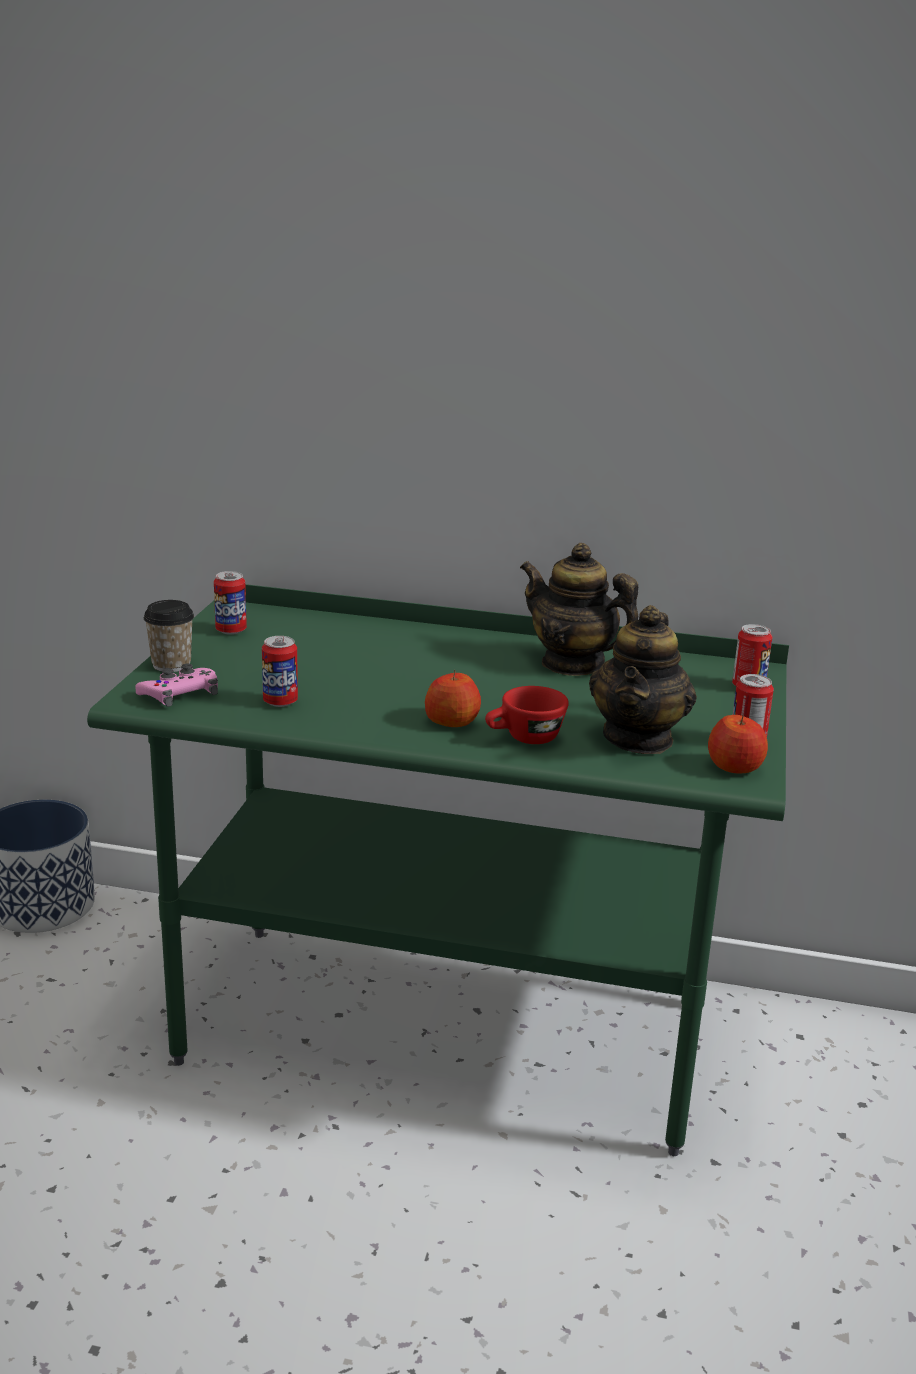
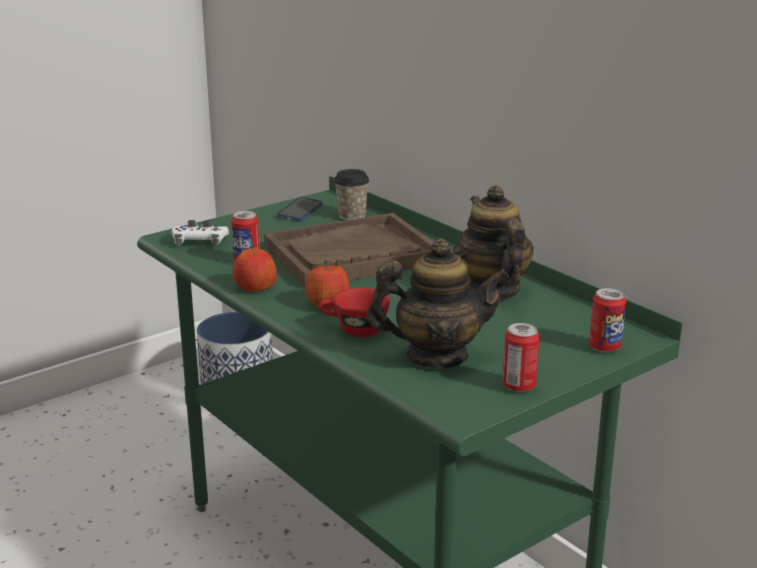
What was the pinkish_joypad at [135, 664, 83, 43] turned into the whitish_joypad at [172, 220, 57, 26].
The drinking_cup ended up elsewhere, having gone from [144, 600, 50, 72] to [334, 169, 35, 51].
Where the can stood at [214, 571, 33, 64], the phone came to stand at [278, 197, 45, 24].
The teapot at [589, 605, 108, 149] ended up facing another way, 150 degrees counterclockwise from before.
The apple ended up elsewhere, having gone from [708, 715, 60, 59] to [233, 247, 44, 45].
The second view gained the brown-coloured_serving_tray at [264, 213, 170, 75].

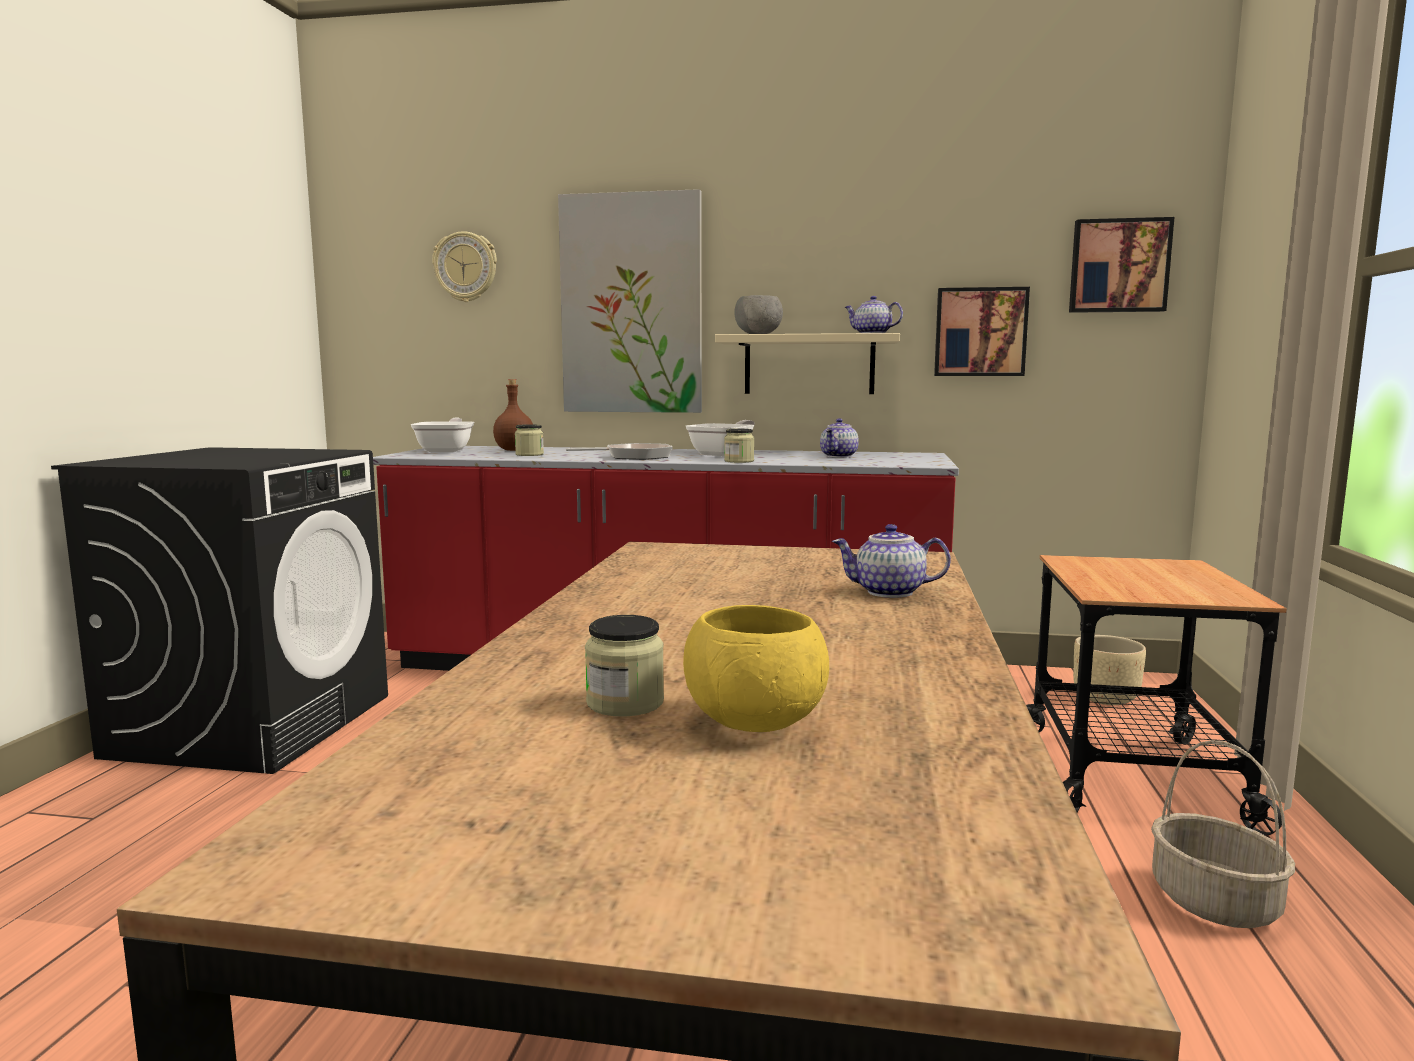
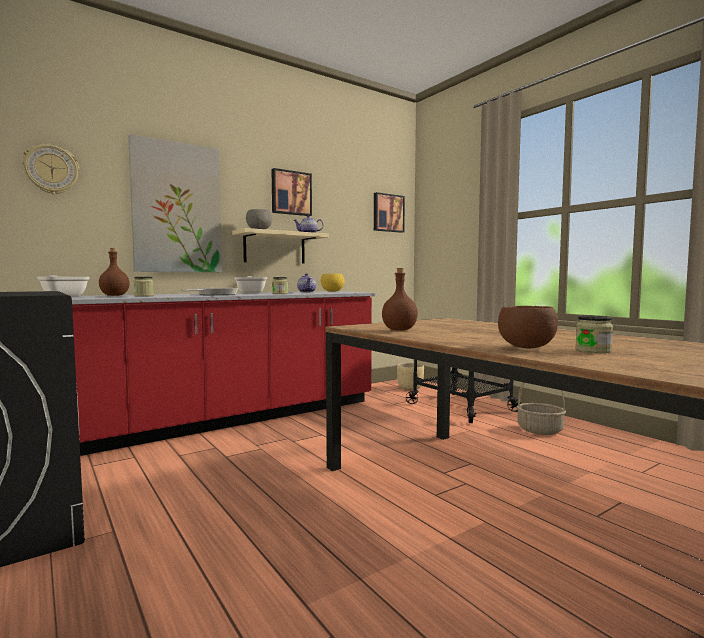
The yellowish_bowl ended up elsewhere, having gone from [683, 605, 146, 127] to [321, 274, 23, 18].
The second view lost the teapot at [832, 524, 119, 74].
The picture ended up elsewhere, having gone from [934, 287, 96, 89] to [272, 168, 40, 48].
The second view gained the brown-coloured_beverage_bottle at [382, 268, 36, 62].
The second view gained the brown-coloured_bowl at [498, 306, 60, 42].

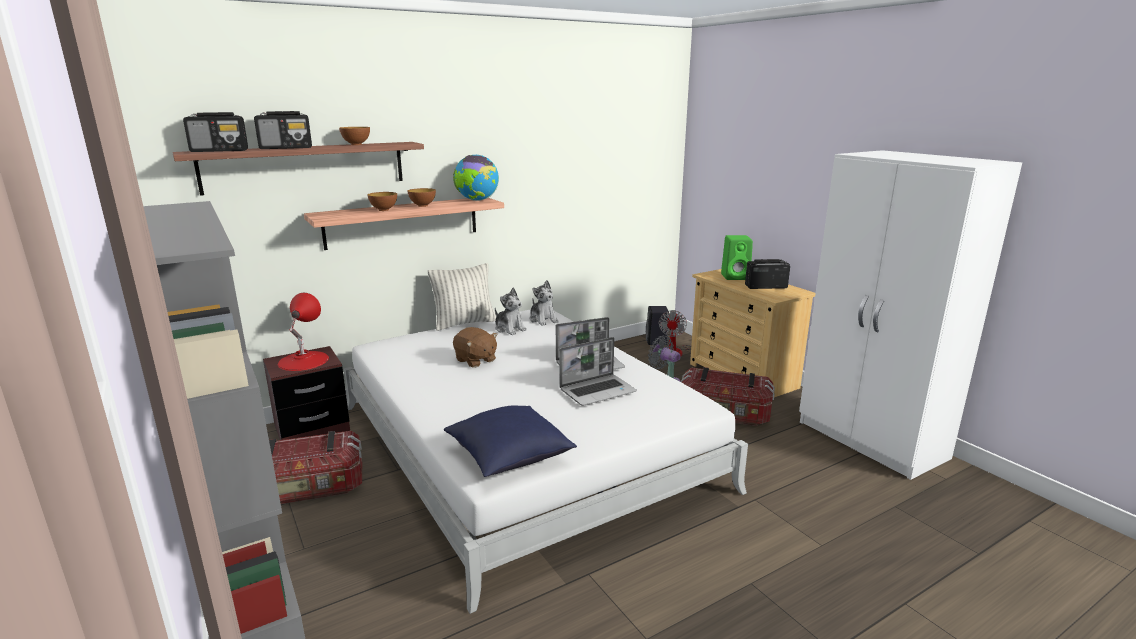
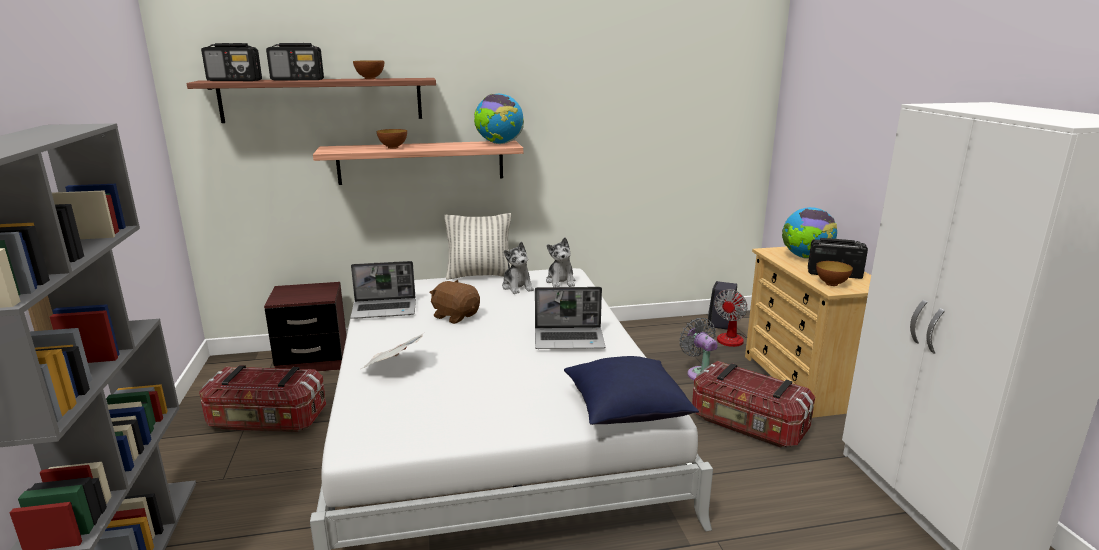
The second view lost the reddish_tabletop_lamp at [278, 293, 51, 78].
The bowl ended up elsewhere, having gone from [407, 188, 29, 19] to [816, 261, 37, 25].
The bluish_cushion ended up elsewhere, having gone from [444, 405, 133, 72] to [564, 356, 135, 69].
The brown-coloured_soft_toy at [453, 327, 45, 41] ended up facing another way, 150 degrees clockwise from before.
The notebook_computer ended up elsewhere, having gone from [559, 337, 78, 69] to [350, 261, 66, 58].
Where the greenish_loudspeaker stood at [721, 235, 32, 45], the globe came to stand at [782, 207, 55, 52].
The second view gained the daily_paper at [361, 333, 63, 36].

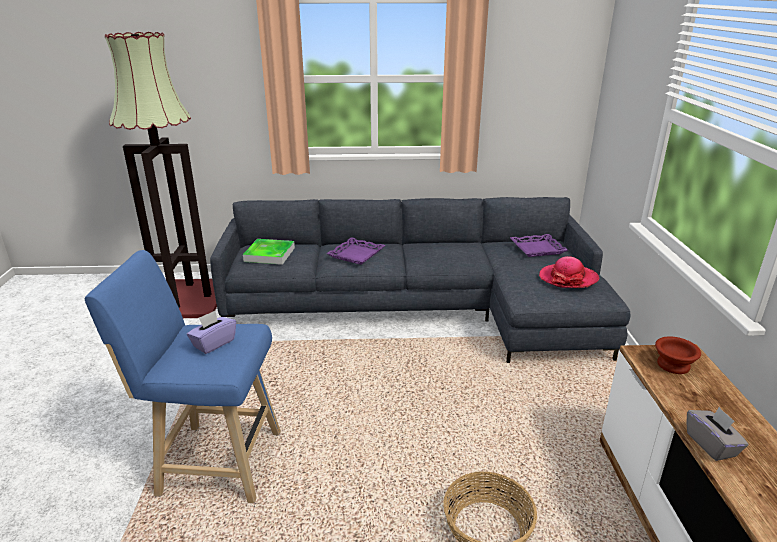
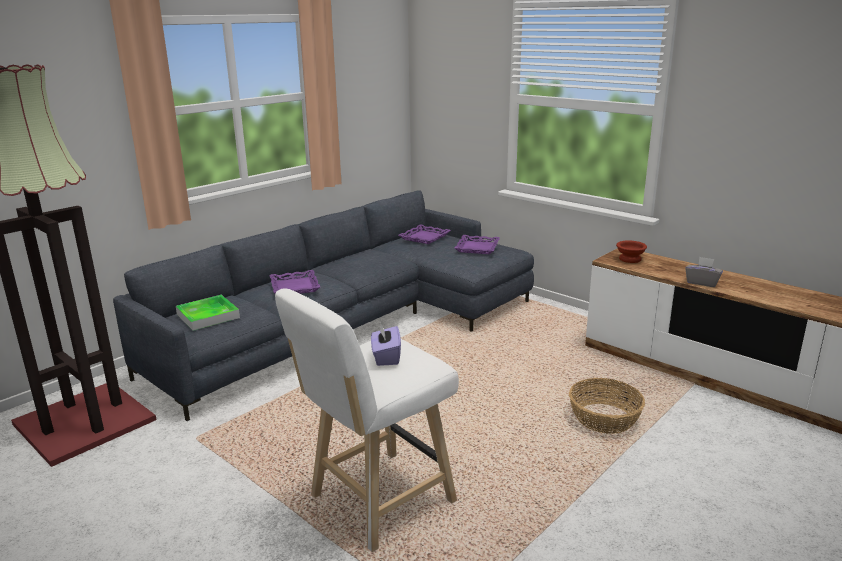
What was the bluish_stool_seat at [85, 250, 196, 253] turned into the whitish_stool_seat at [275, 289, 184, 263].
Where the clothing_hat stood at [539, 256, 60, 32], the purplish_serving_tray came to stand at [454, 235, 46, 19].

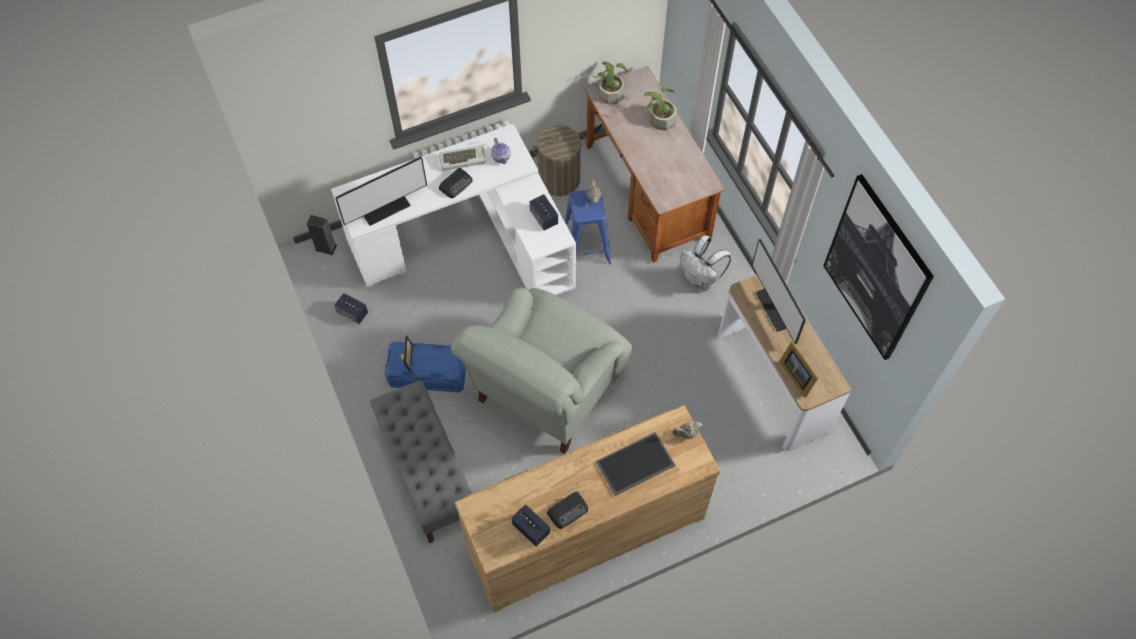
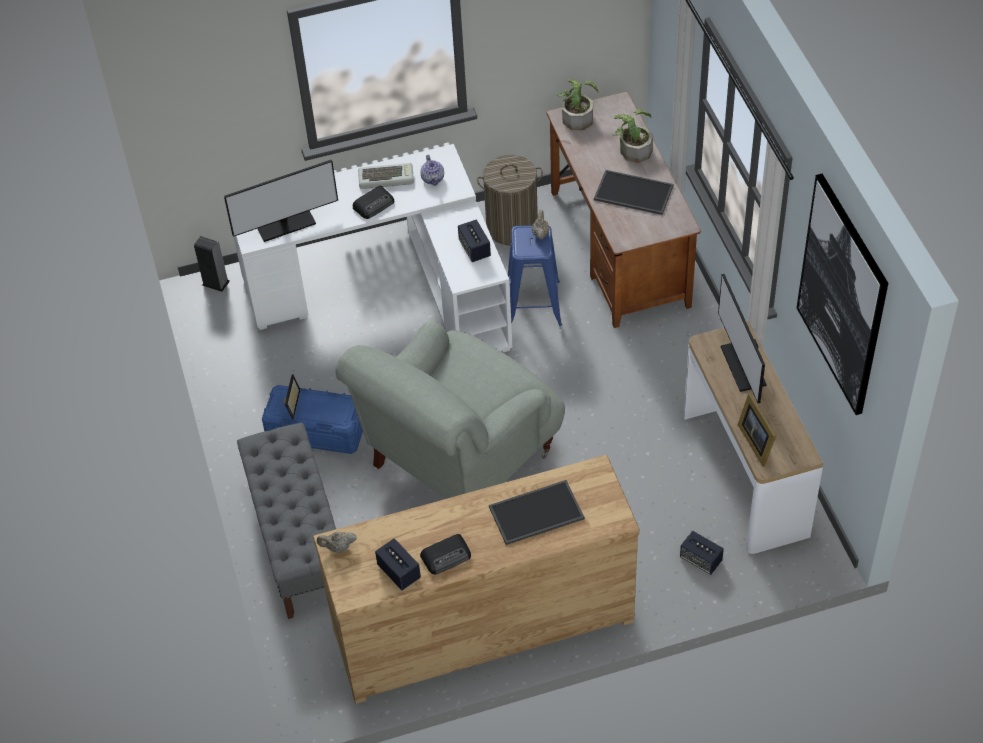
The loudspeaker ended up elsewhere, having gone from [335, 293, 33, 31] to [680, 531, 44, 44].
The beige-coloured_teapot ended up elsewhere, having gone from [672, 422, 31, 17] to [317, 532, 40, 21].
The second view lost the whitish_knapsack at [680, 235, 51, 57].
The second view gained the serving_tray at [594, 170, 80, 45].

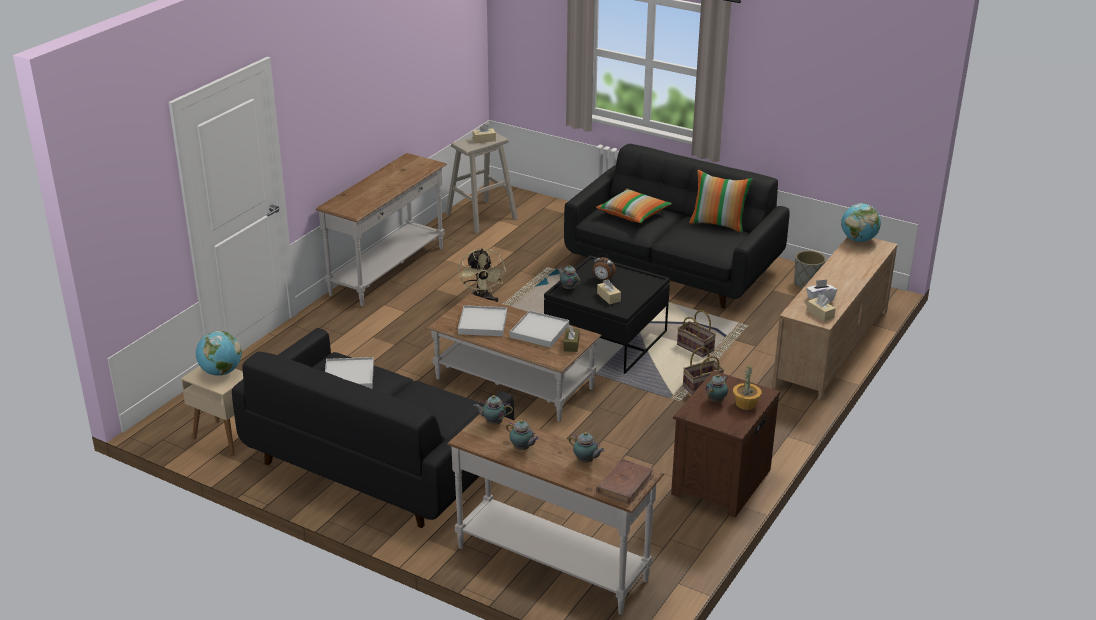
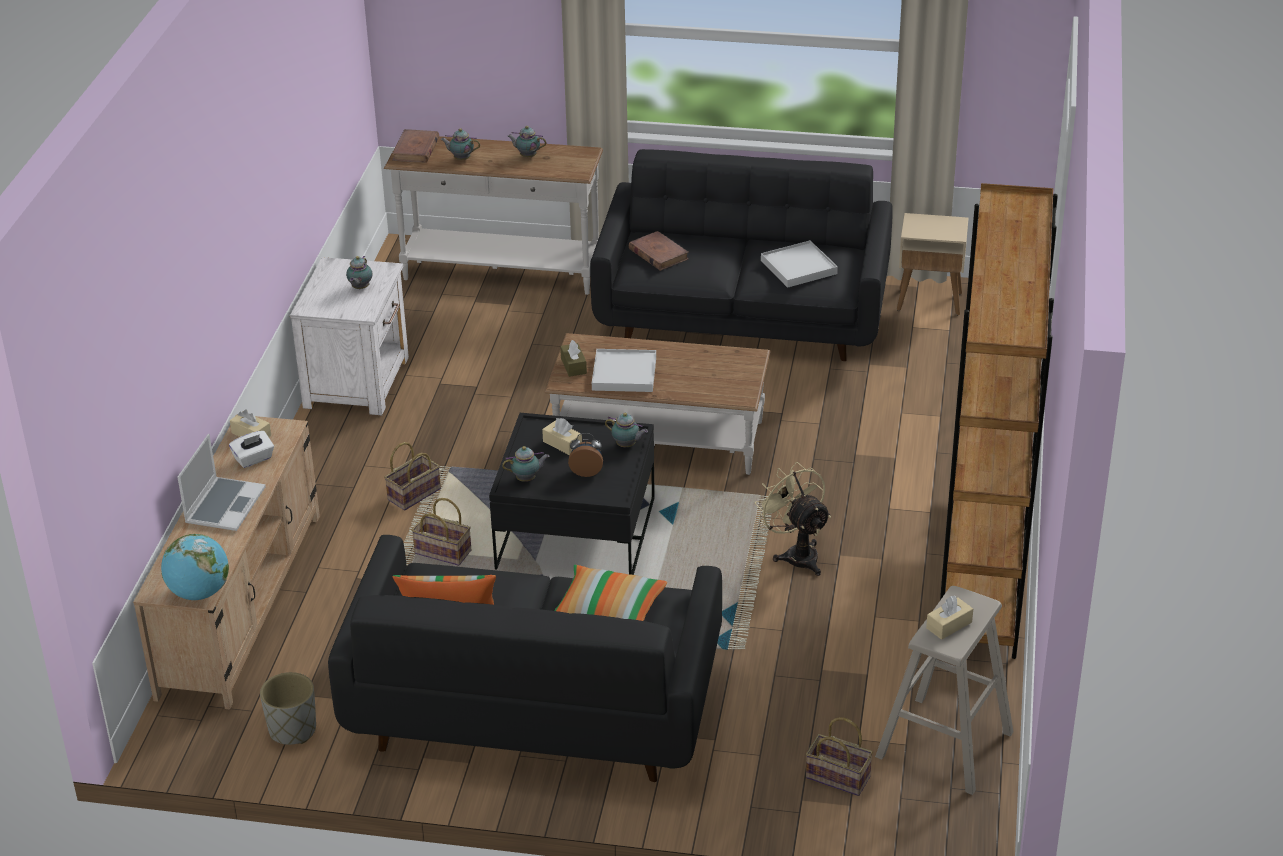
The second view lost the globe at [196, 331, 46, 45].
Where the whitish_narrow_table stood at [316, 153, 131, 153], the brown-coloured_bookshelf came to stand at [940, 183, 118, 476].
The second view lost the whitish_serving_tray at [458, 305, 49, 31].
The teapot ended up elsewhere, having gone from [474, 395, 39, 30] to [502, 446, 47, 36].
What was the brown-coloured_night_table at [671, 371, 109, 146] turned into the whitish_night_table at [290, 257, 119, 159].
The second view lost the houseplant at [733, 364, 28, 46].
The second view gained the notebook_computer at [178, 434, 88, 97].
The second view gained the brown-coloured_book at [629, 231, 60, 40].
The second view gained the household_basket at [806, 717, 67, 79].

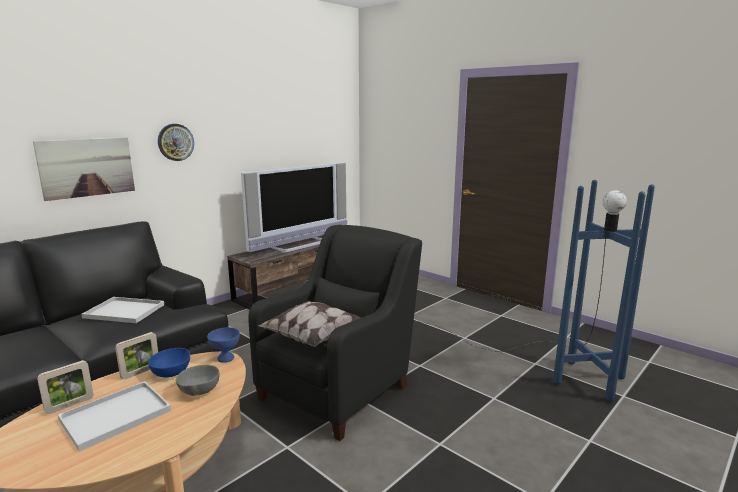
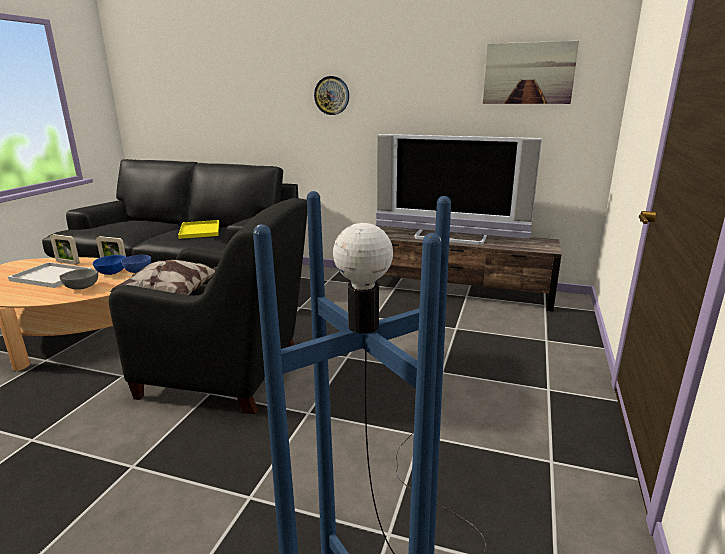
The picture ended up elsewhere, having gone from [33, 137, 102, 64] to [483, 41, 96, 63].
What was the whitish_serving_tray at [81, 297, 83, 26] turned into the yellowish_serving_tray at [178, 220, 41, 19].

